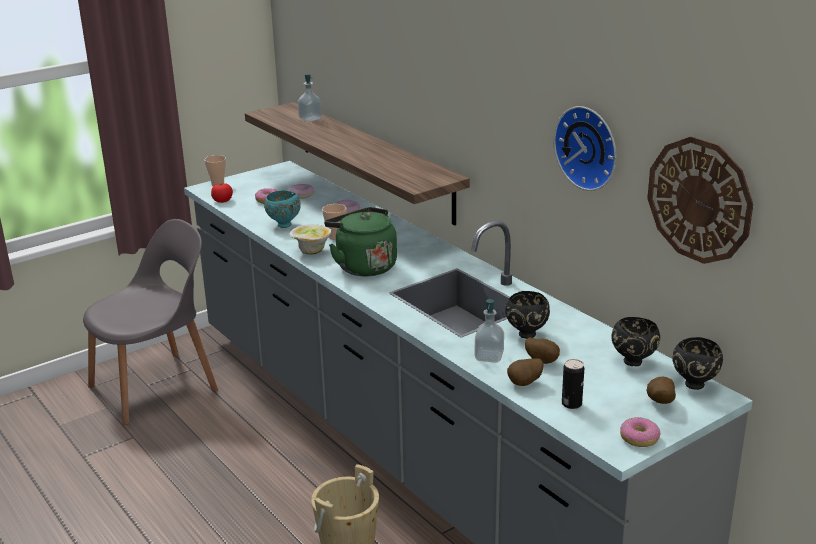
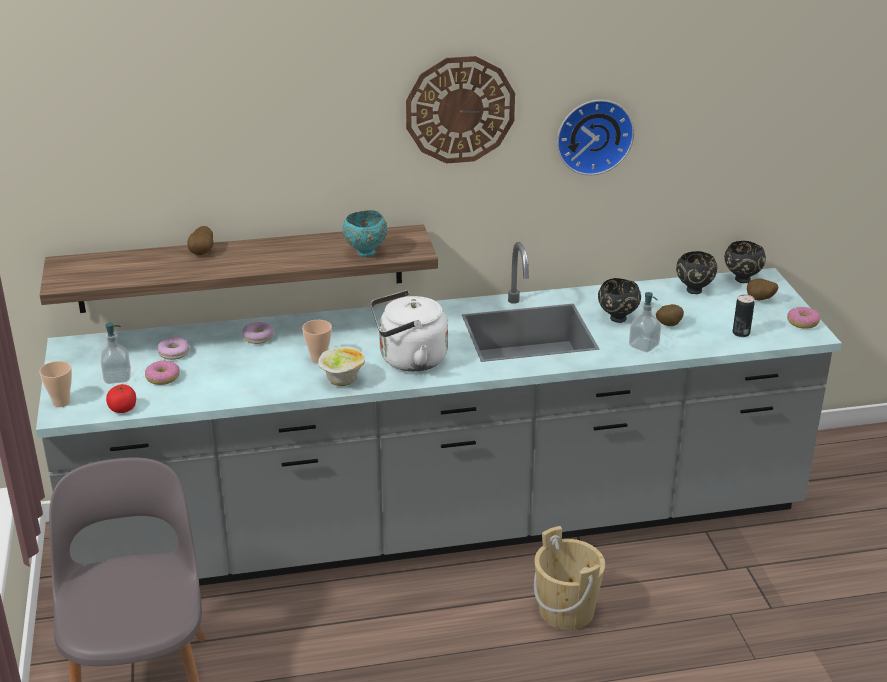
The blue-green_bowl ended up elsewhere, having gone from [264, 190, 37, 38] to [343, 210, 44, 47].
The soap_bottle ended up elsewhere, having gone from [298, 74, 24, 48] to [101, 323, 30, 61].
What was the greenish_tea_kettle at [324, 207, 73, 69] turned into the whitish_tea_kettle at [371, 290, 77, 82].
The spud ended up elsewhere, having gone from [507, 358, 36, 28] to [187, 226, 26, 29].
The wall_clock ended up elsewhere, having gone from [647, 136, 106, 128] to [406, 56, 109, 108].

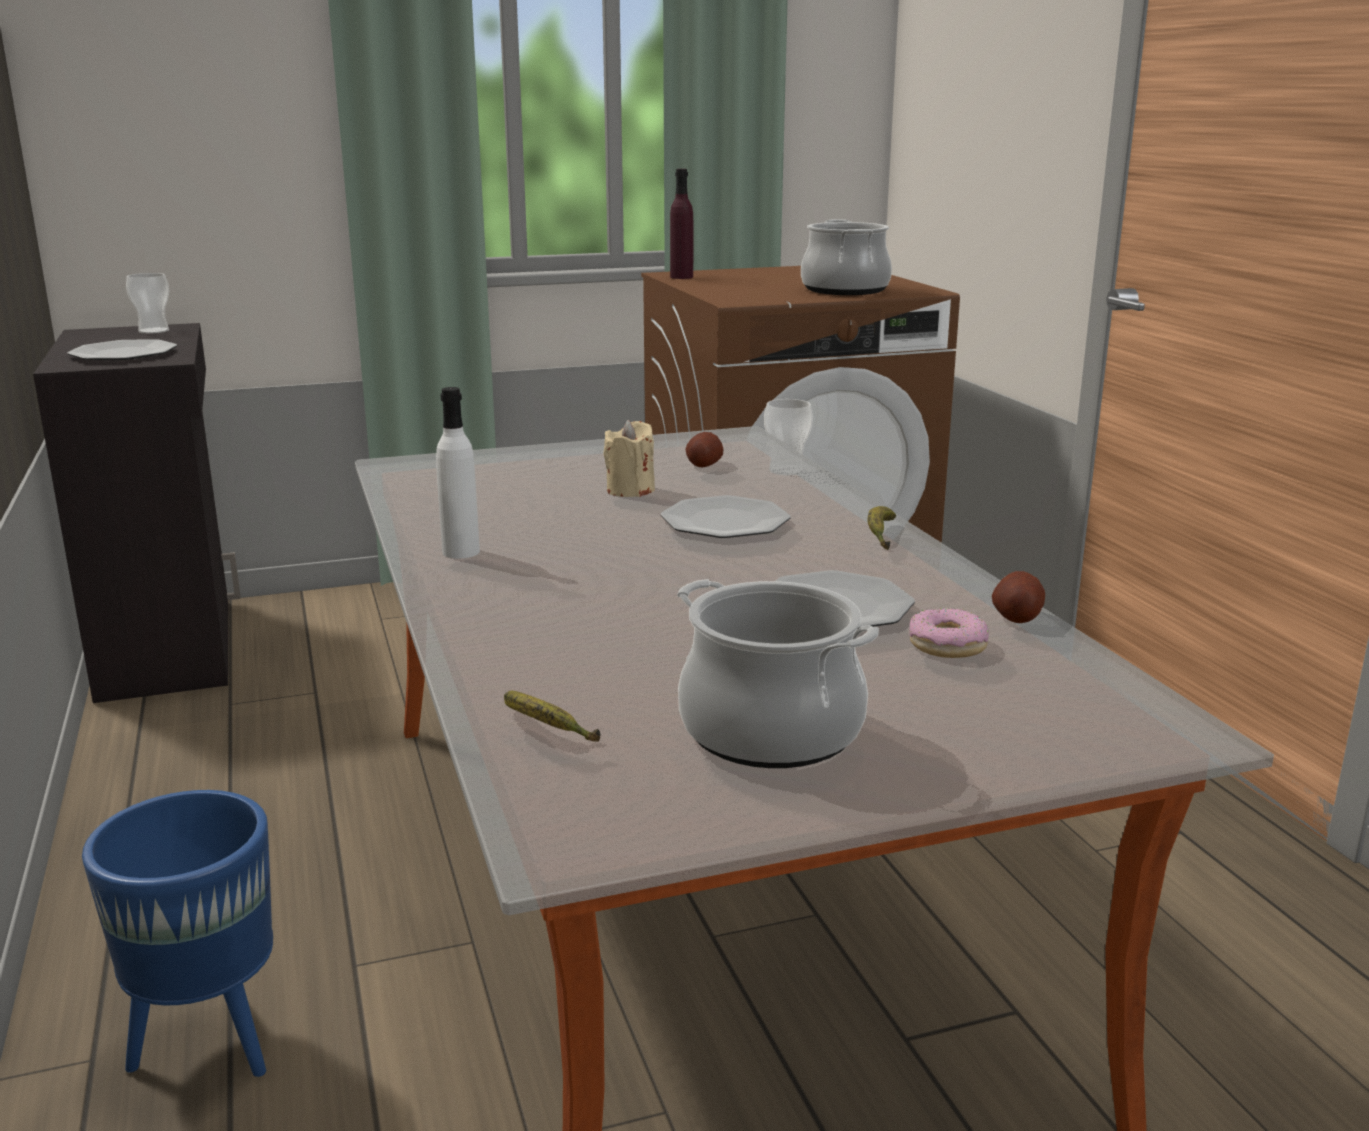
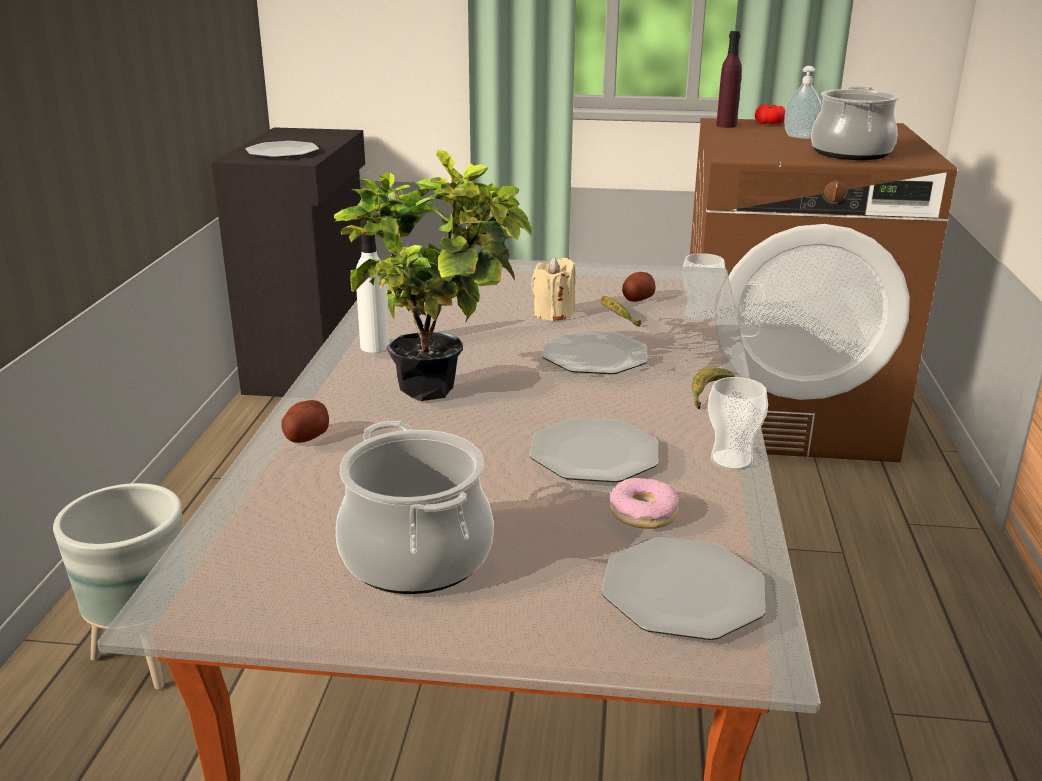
What was the bluish_flower_pot at [82, 790, 191, 287] turned into the greyish_flower_pot at [53, 483, 130, 206].
The drinking_cup ended up elsewhere, having gone from [126, 273, 43, 61] to [708, 377, 60, 94].
The banana ended up elsewhere, having gone from [504, 691, 97, 51] to [601, 296, 40, 31].
The spud ended up elsewhere, having gone from [992, 571, 53, 52] to [281, 400, 48, 43].
The second view gained the houseplant at [334, 149, 197, 252].
The second view gained the flat_dish at [602, 537, 163, 103].
The second view gained the whole_tomato at [755, 105, 30, 19].
The second view gained the soap_bottle at [784, 66, 38, 73].

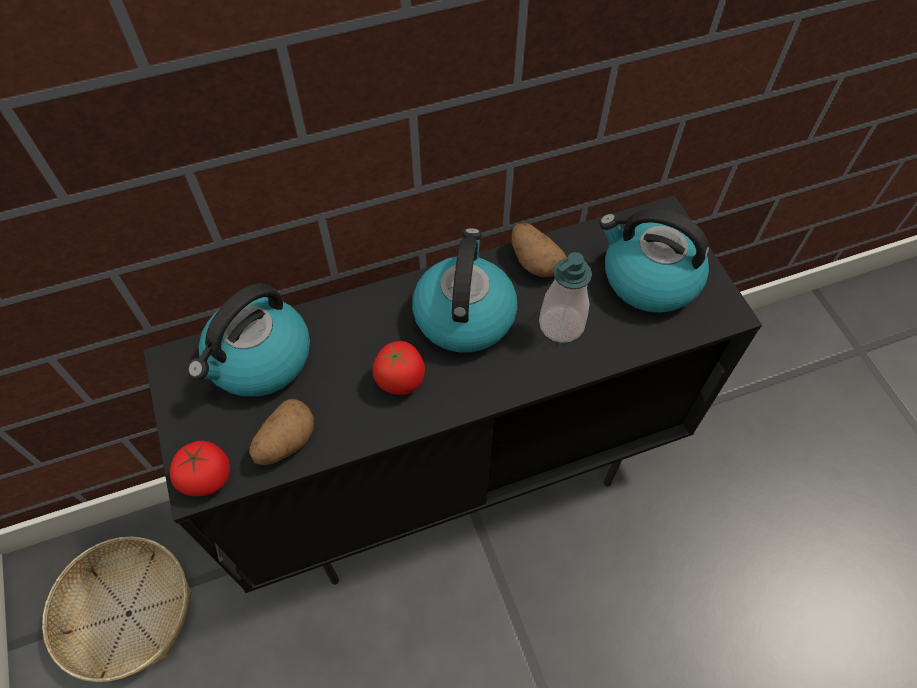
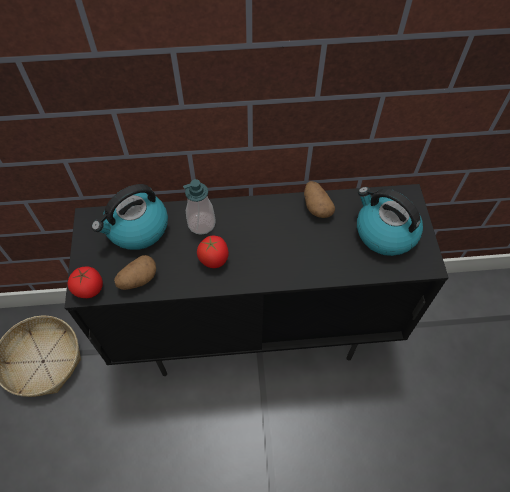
The second view lost the tea_kettle at [412, 228, 105, 125].
The soap_bottle ended up elsewhere, having gone from [539, 252, 53, 91] to [183, 179, 33, 56].

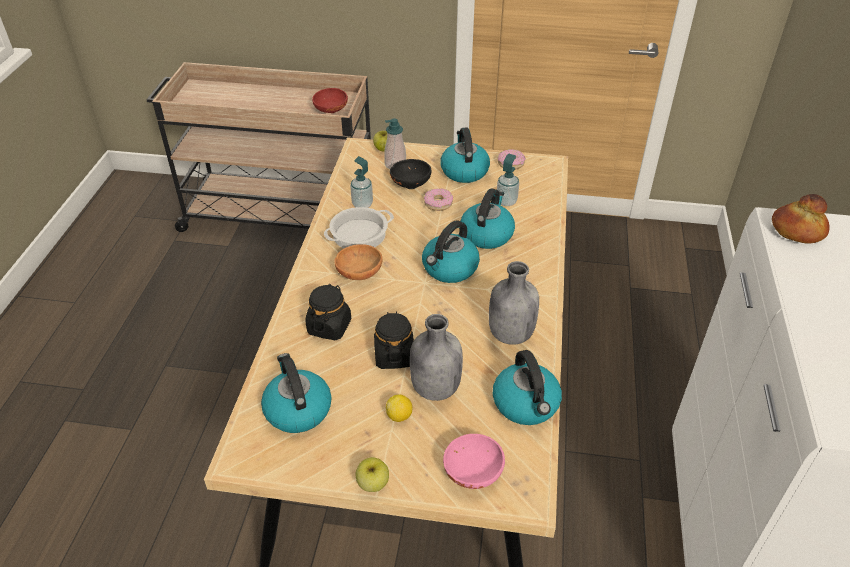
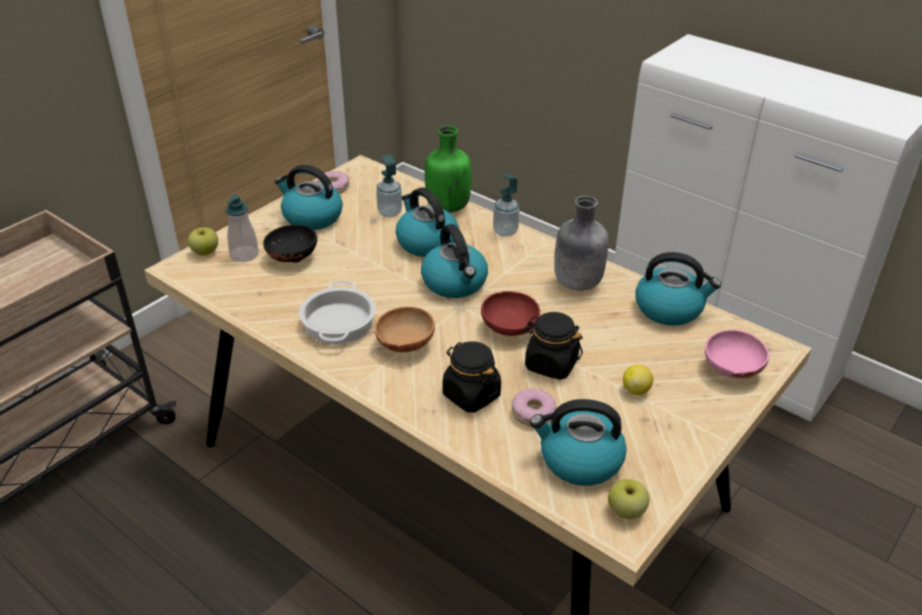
The reddish_bowl ended up elsewhere, having gone from [312, 88, 36, 25] to [481, 291, 59, 45].
The soap_bottle ended up elsewhere, having gone from [350, 156, 23, 52] to [493, 174, 27, 63].
The apple ended up elsewhere, having gone from [356, 457, 33, 35] to [608, 479, 42, 40].
The second view lost the greyish_beverage_bottle at [410, 314, 53, 87].
The ring_doughnut ended up elsewhere, having gone from [424, 188, 29, 23] to [512, 388, 44, 38].
The second view lost the bakery_bread at [772, 194, 58, 50].
The second view gained the greenish_beverage_bottle at [425, 126, 46, 87].

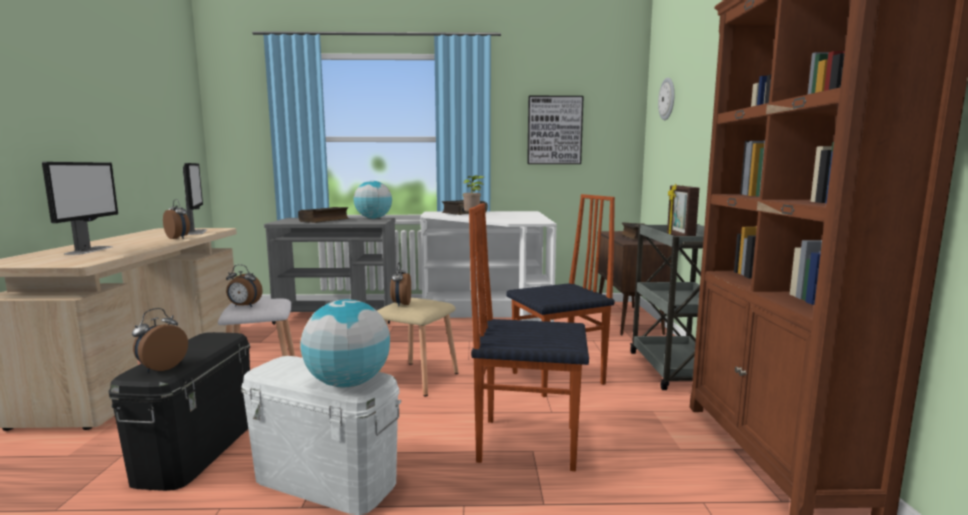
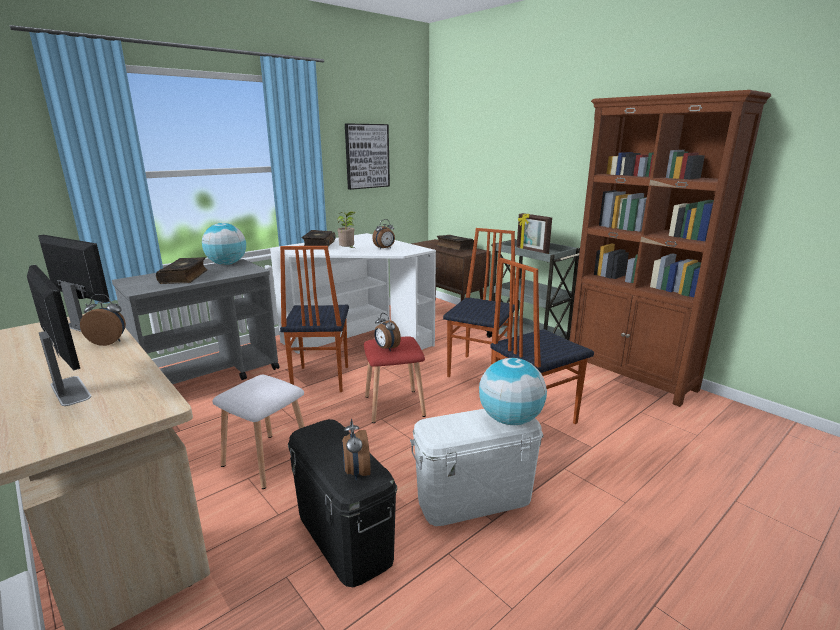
The table_clock ended up elsewhere, having gone from [226, 264, 37, 43] to [372, 219, 23, 30].
What was the beige-coloured_stool_seat at [377, 298, 82, 98] turned into the reddish_stool_seat at [364, 336, 62, 87].
The second view lost the wall_clock at [658, 78, 17, 42].
The second view gained the upright_chair at [280, 246, 69, 146].

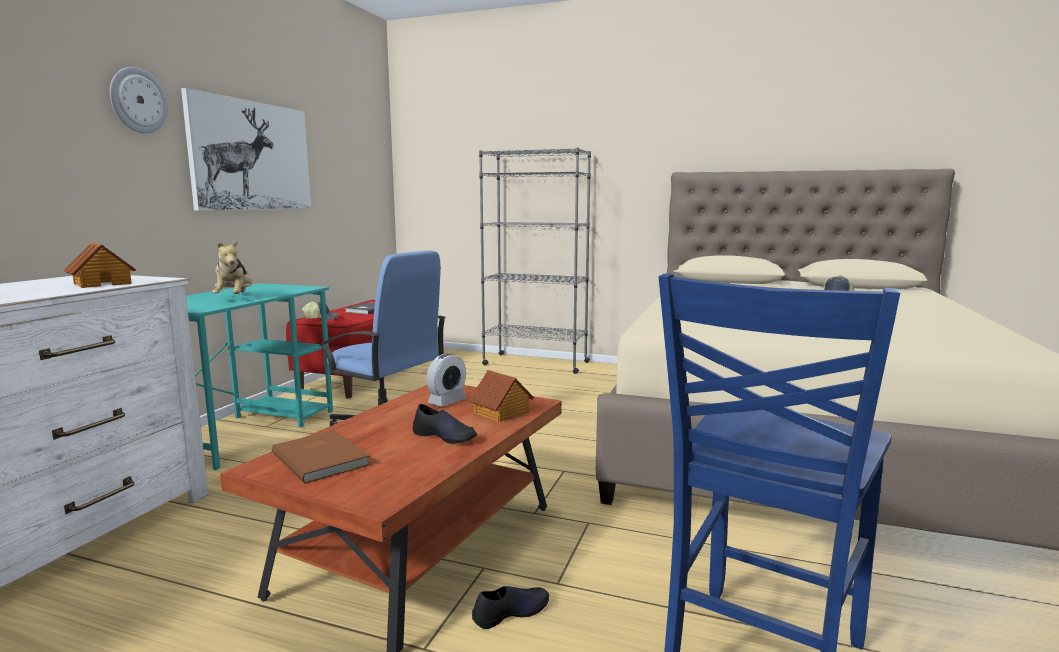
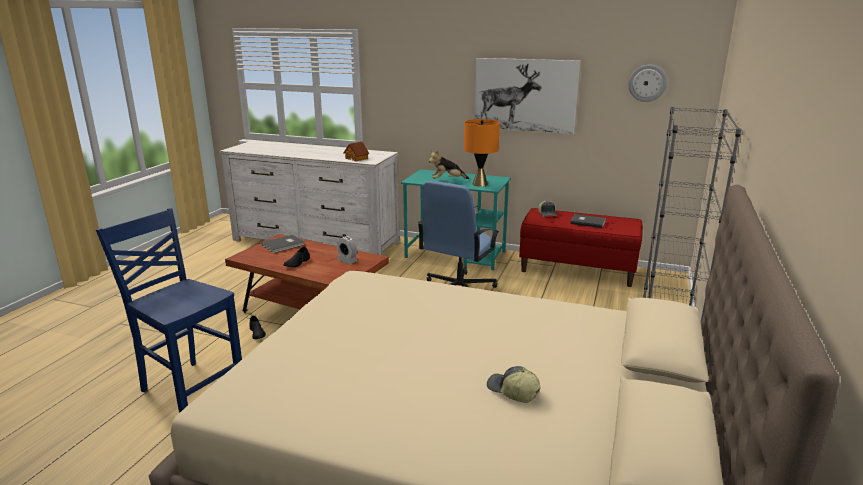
The wall_clock ended up elsewhere, having gone from [110, 67, 58, 67] to [628, 64, 39, 38].
What was the brown-coloured_book at [272, 430, 98, 54] turned into the greyish_book at [262, 235, 43, 18].
The second view lost the toy_house at [469, 370, 65, 52].
The second view gained the orangey_tabletop_lamp at [464, 119, 36, 68].

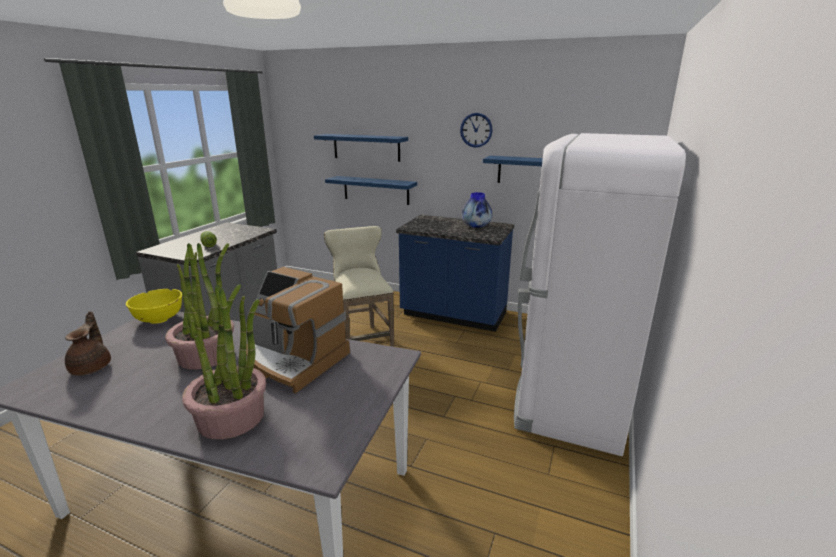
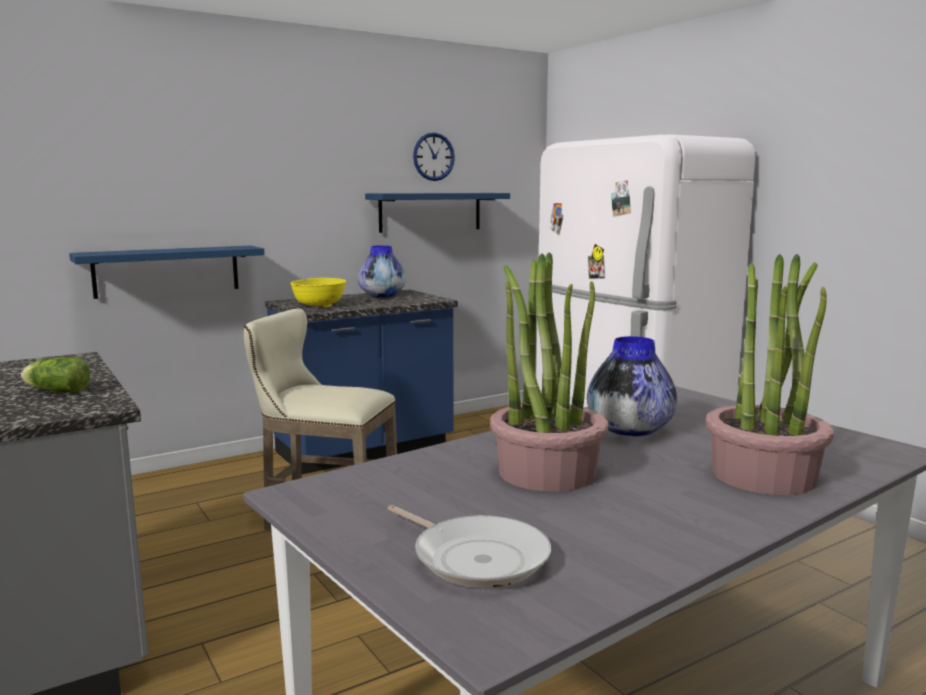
Where the brown-coloured_teapot stood at [65, 311, 46, 65], the pan came to stand at [388, 505, 163, 83].
The yellowish_bowl ended up elsewhere, having gone from [126, 289, 56, 35] to [291, 278, 55, 29].
Where the coffee_machine stood at [246, 267, 104, 126], the decorative_vase came to stand at [587, 336, 90, 100].
The second view lost the bluish_shelf at [314, 134, 94, 28].
The wall_clock ended up elsewhere, having gone from [460, 113, 33, 35] to [413, 133, 42, 48].

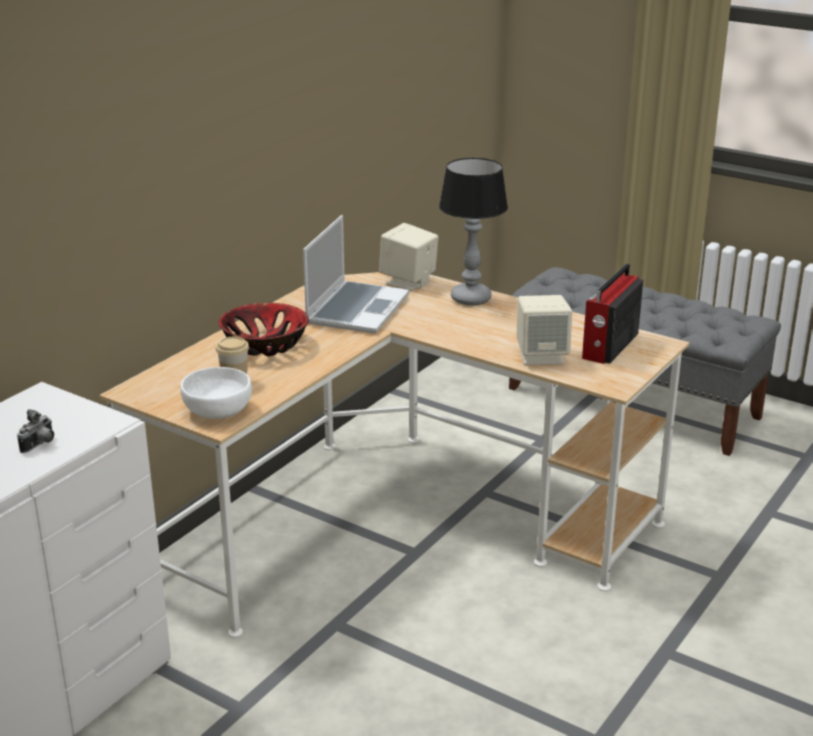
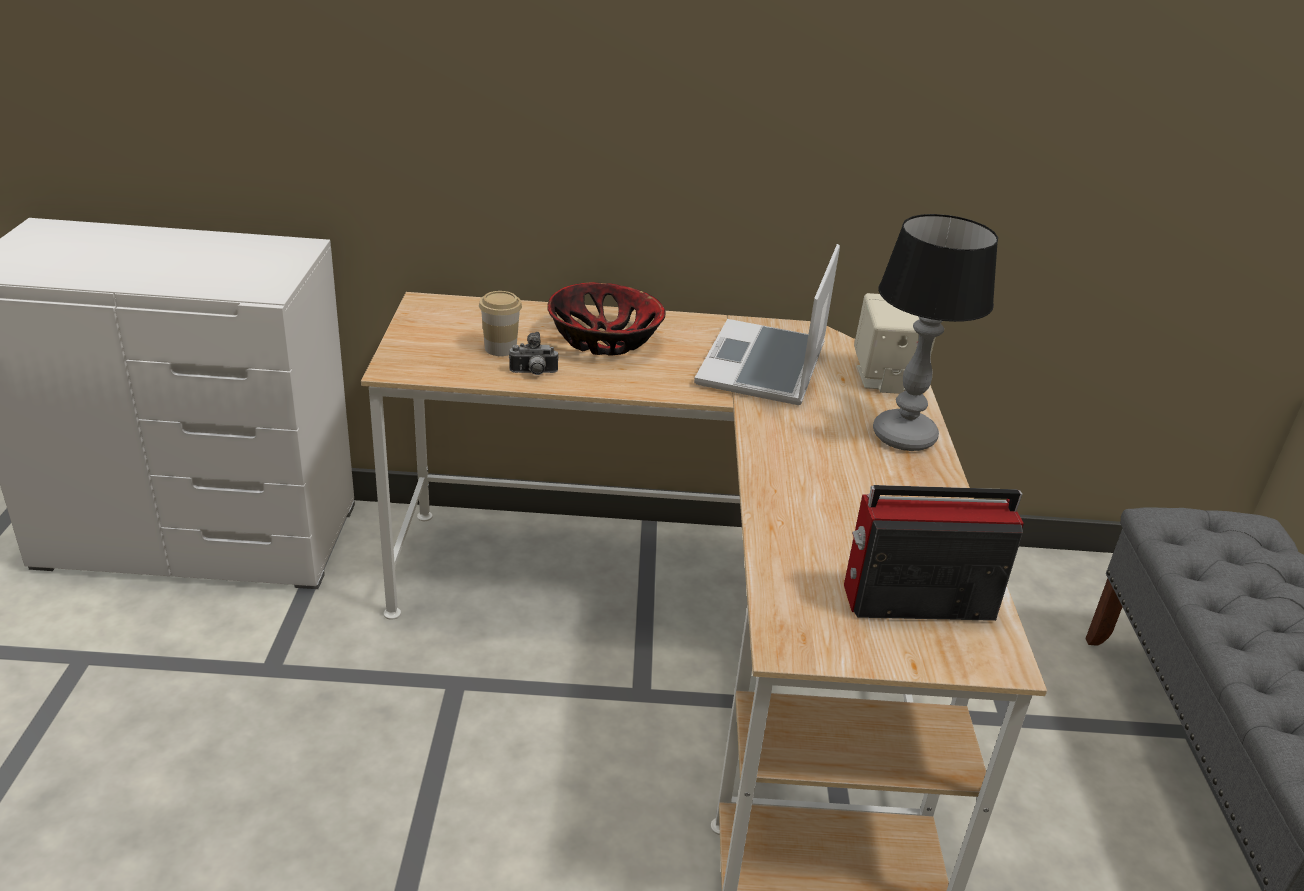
The still_camera ended up elsewhere, having gone from [17, 409, 37, 44] to [509, 332, 50, 43].
The second view lost the whitish_bowl at [180, 367, 72, 52].
The notebook_computer at [303, 215, 106, 119] ended up facing another way, 120 degrees clockwise from before.
The second view lost the beige-coloured_loudspeaker at [517, 295, 55, 70].

